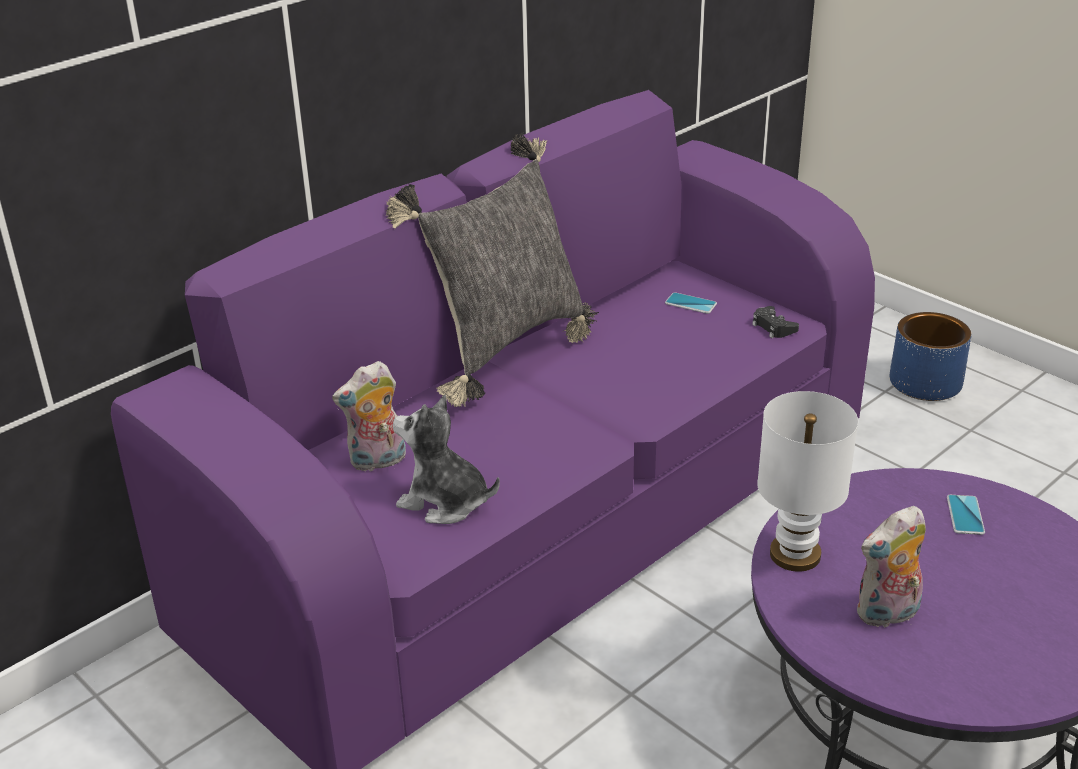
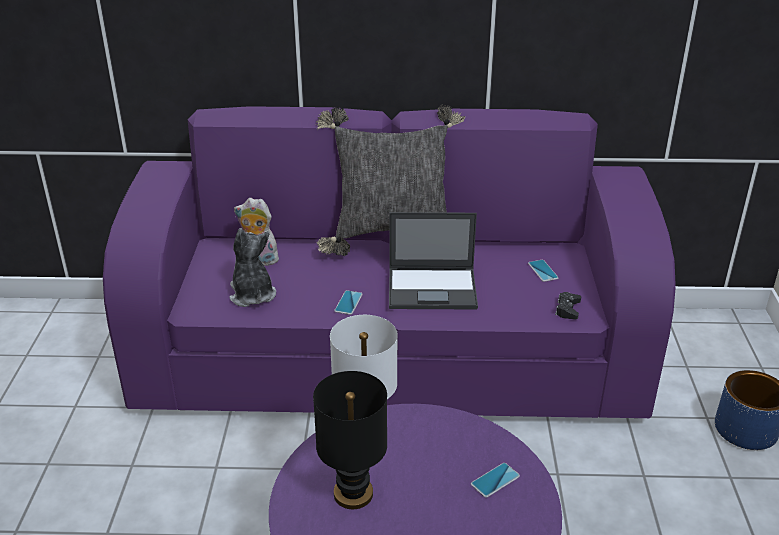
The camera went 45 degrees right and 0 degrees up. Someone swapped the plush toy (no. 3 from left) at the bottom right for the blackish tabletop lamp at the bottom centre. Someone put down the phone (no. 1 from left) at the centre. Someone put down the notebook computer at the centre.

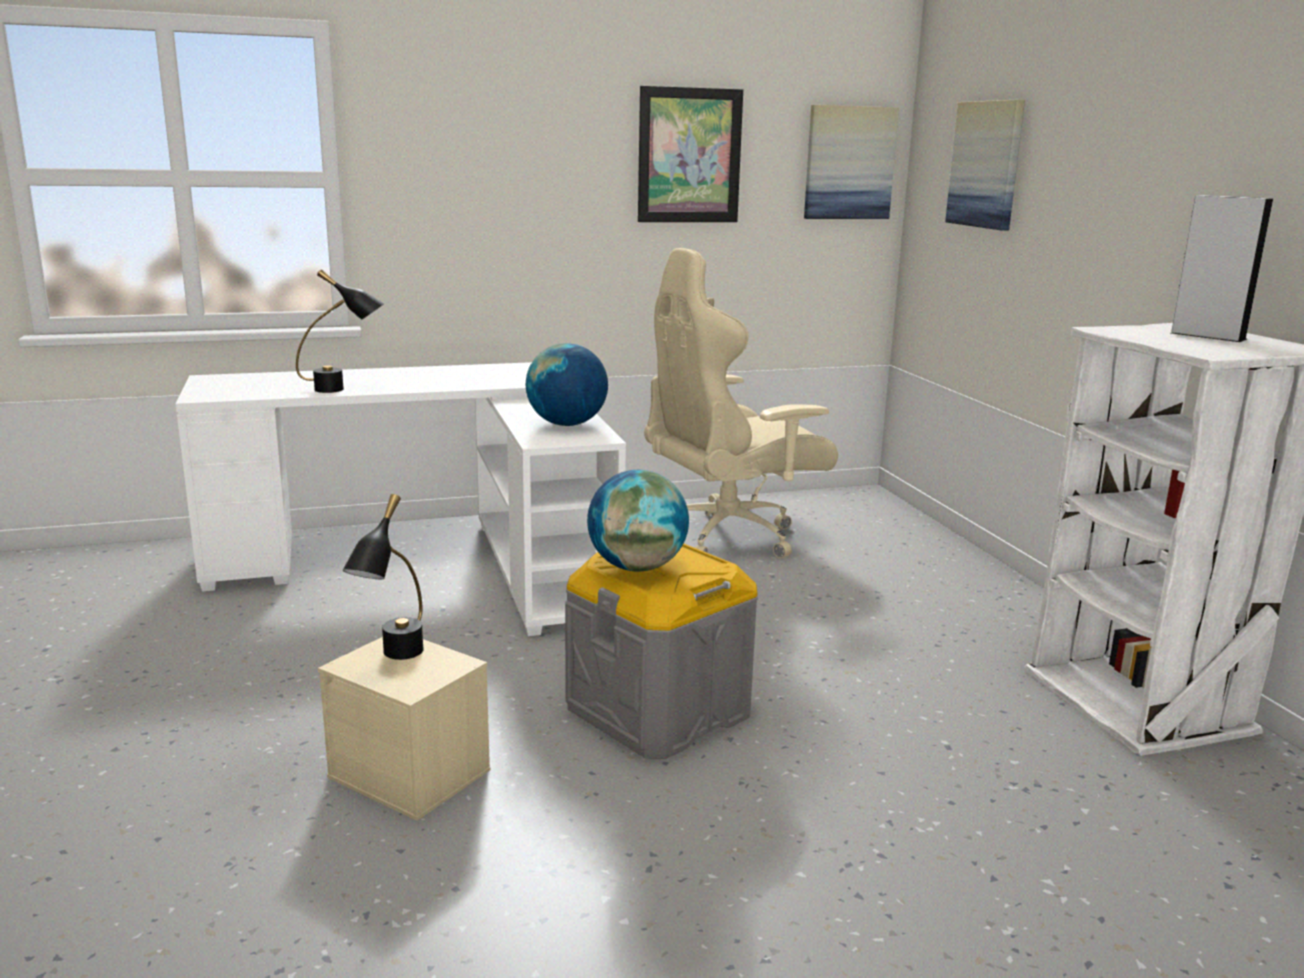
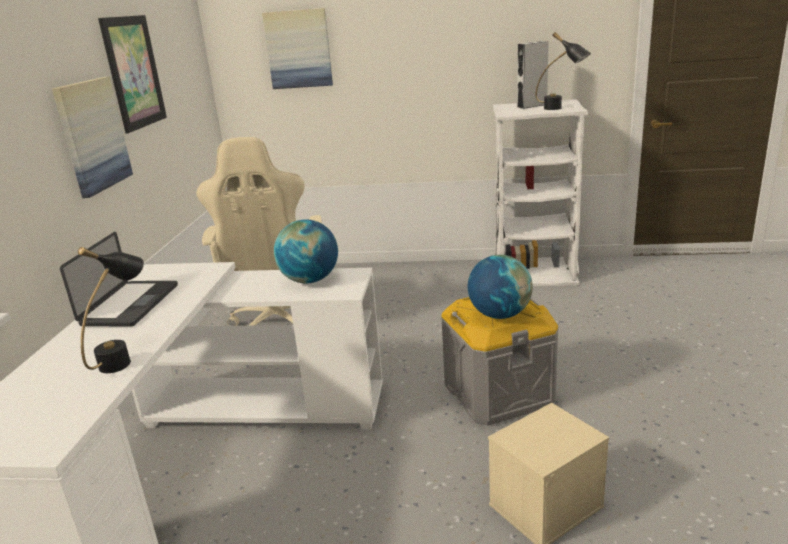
The camera went 65 degrees left and 5 degrees up. Someone carried the blackish tabletop lamp (no. 2 from left) from the middle left to the top right. Someone carried the wall art (no. 2 from left in the first image) from the top centre to the top left. Someone put down the notebook computer at the middle left.

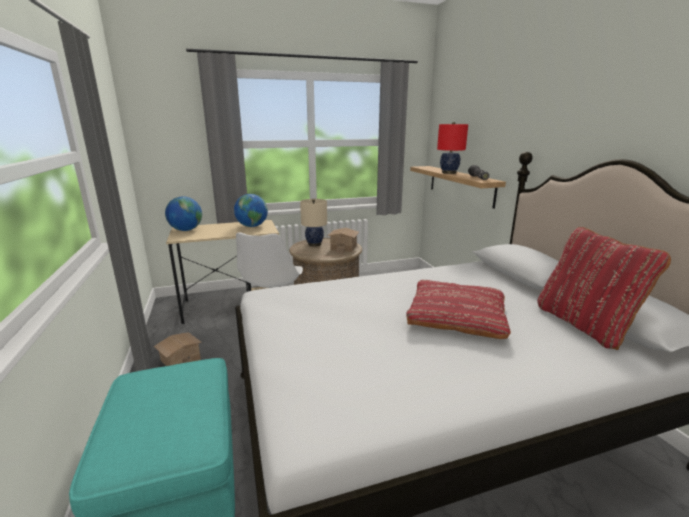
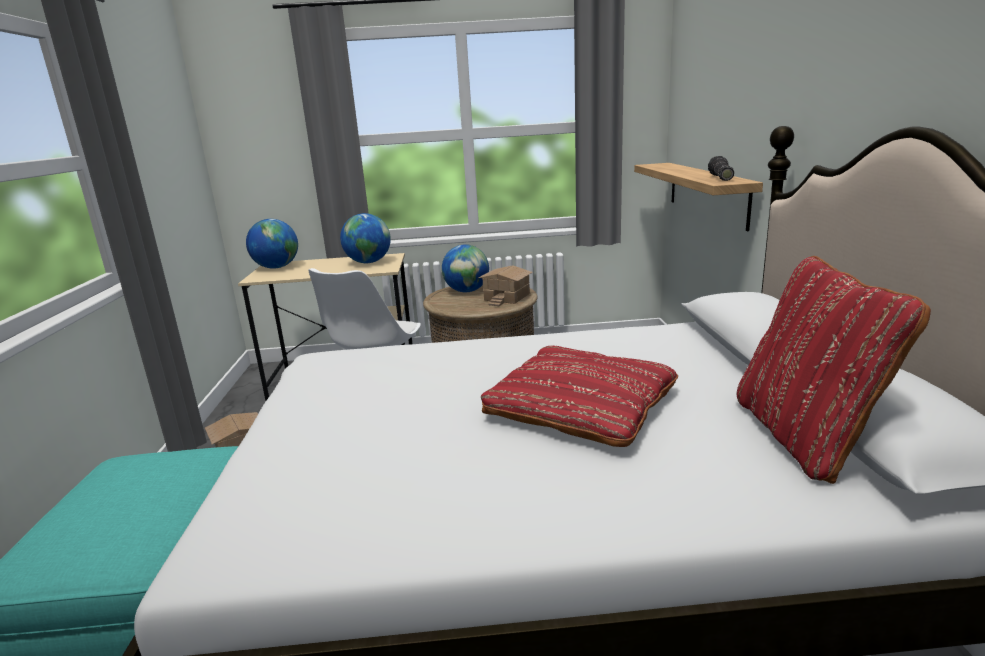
The camera went 15 degrees right and 0 degrees up. Someone swapped the sand-coloured tabletop lamp at the centre for the desk globe (no. 3 from left) at the centre. Someone took away the red tabletop lamp at the top centre.

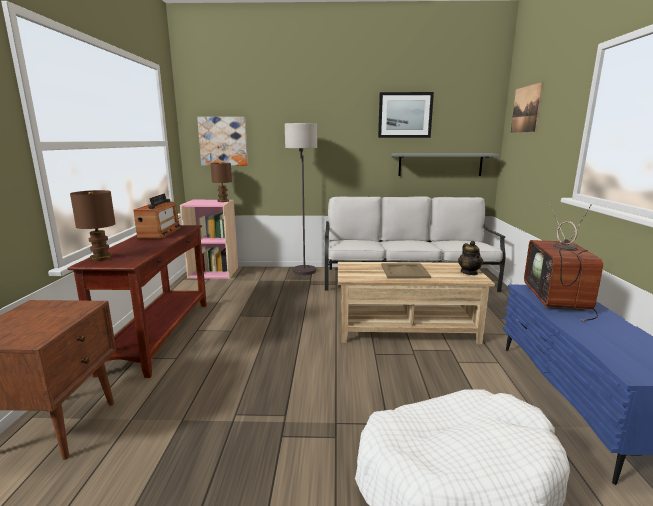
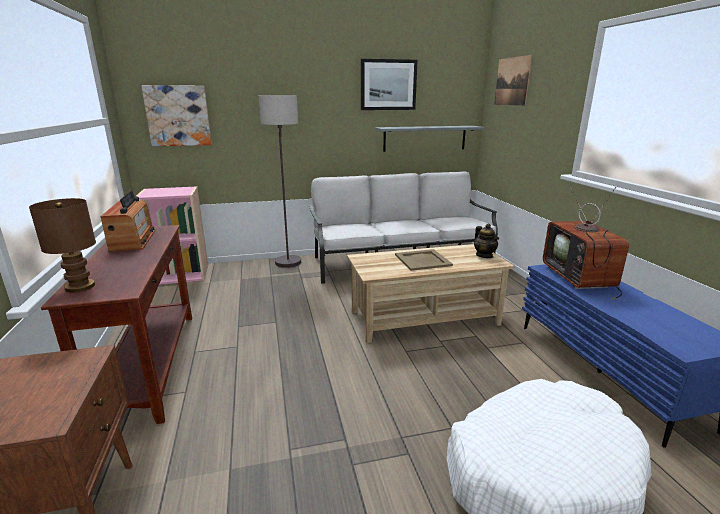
The camera went 15 degrees left and 5 degrees up. Someone took away the brown tabletop lamp (no. 2 from left) at the centre.

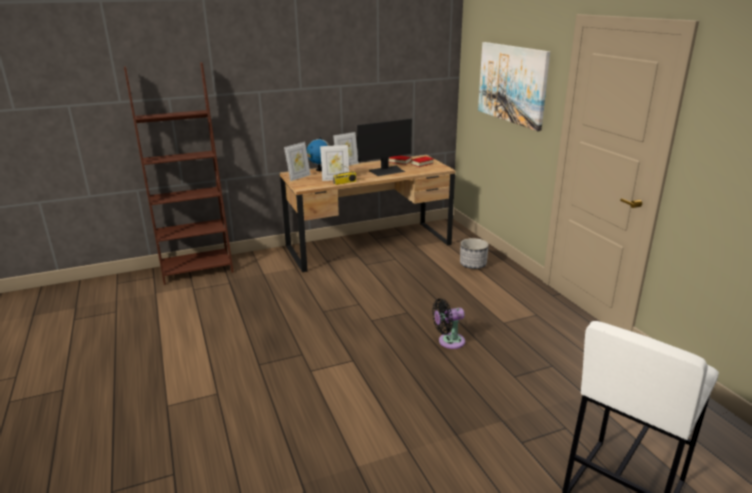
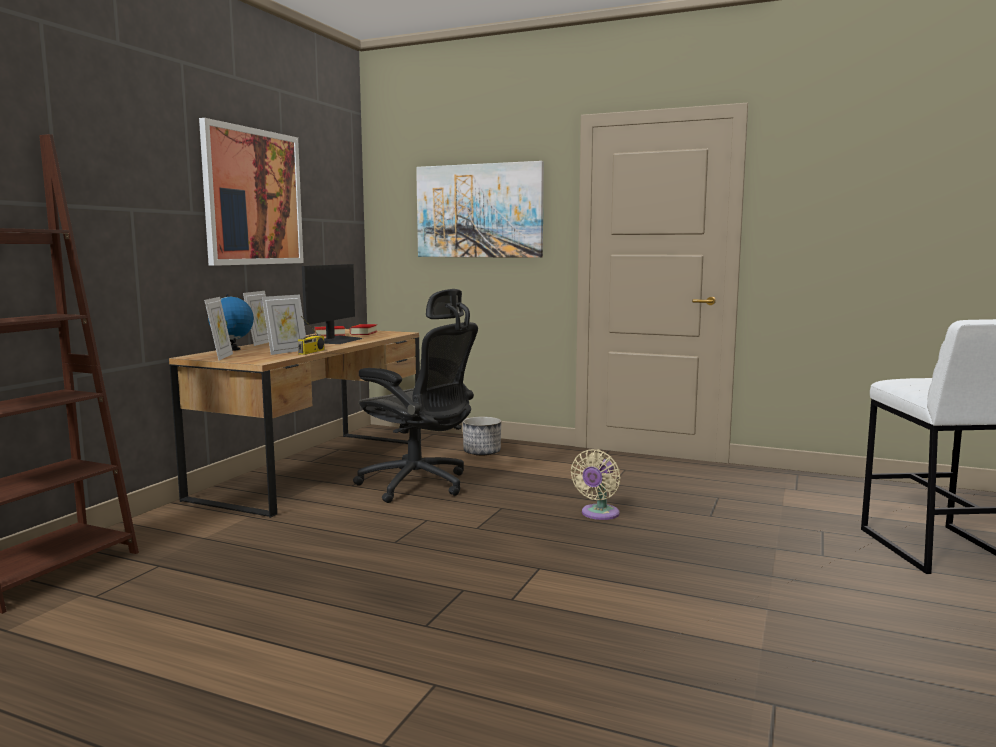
The camera went 45 degrees left and 15 degrees down. Someone repainted the blackish electric fan at the centre, which became the sand-coloured electric fan at the centre. Someone put up the wall art (no. 1 from left) at the top left. Someone put down the office chair at the centre.

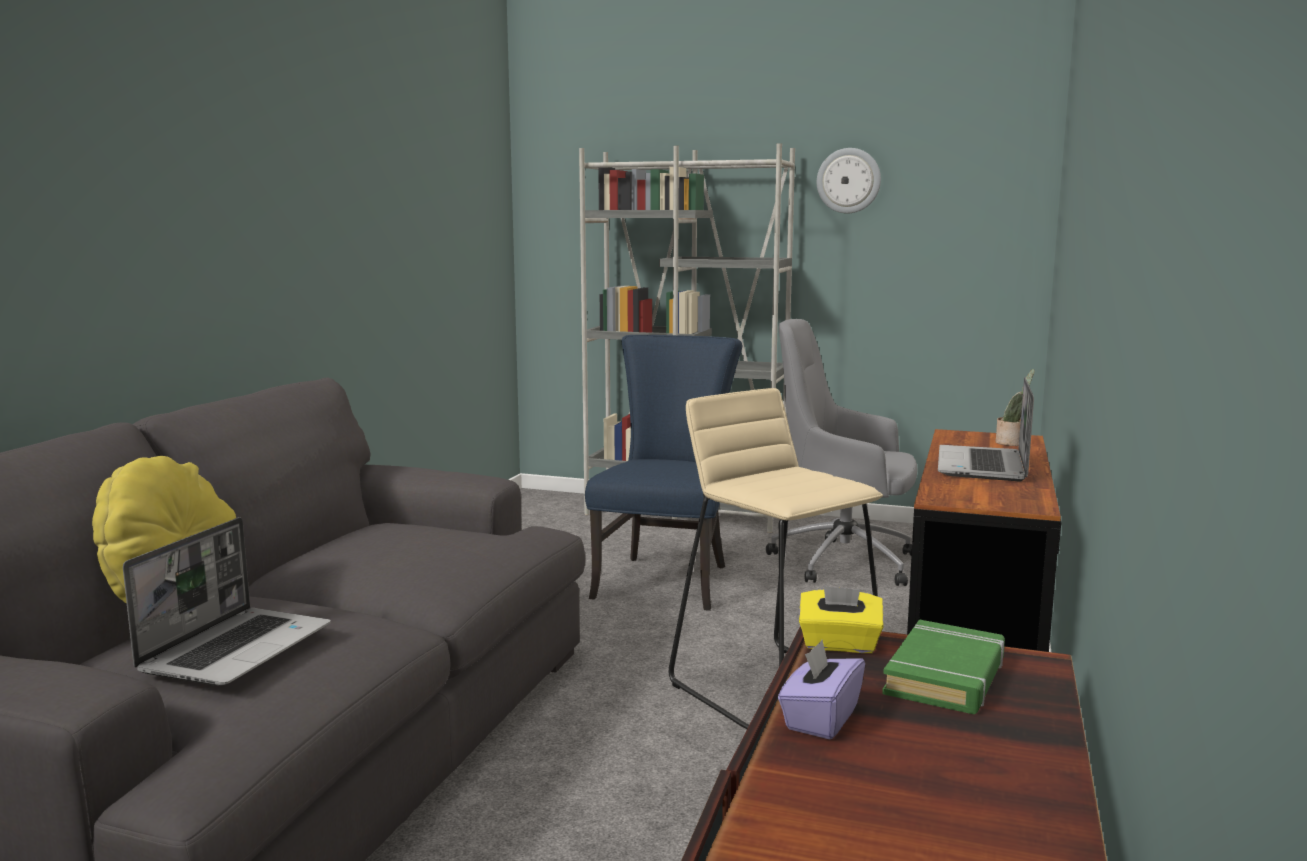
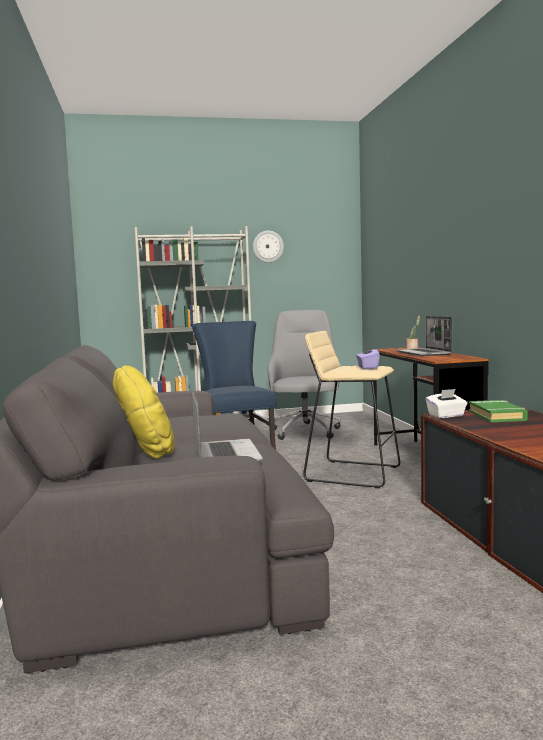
The camera went 30 degrees left and 5 degrees down. Someone rotated the greyish office chair at the centre by 105 degrees clockwise. Someone carried the purple tissue box from the bottom centre to the middle right. Someone repainted the yellow tissue box at the bottom centre, which became the whitish tissue box at the middle right.

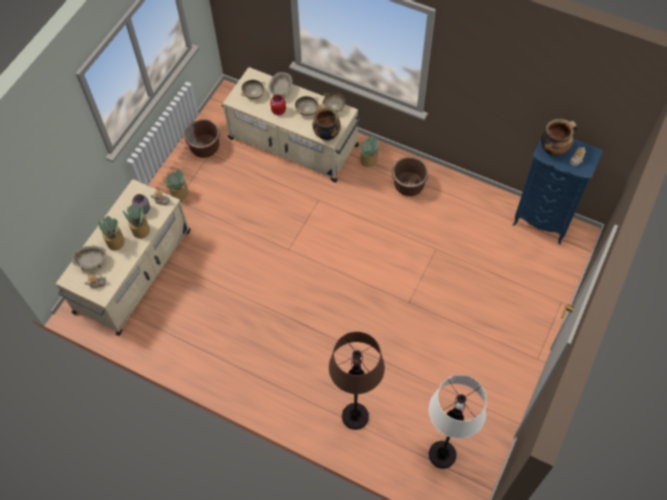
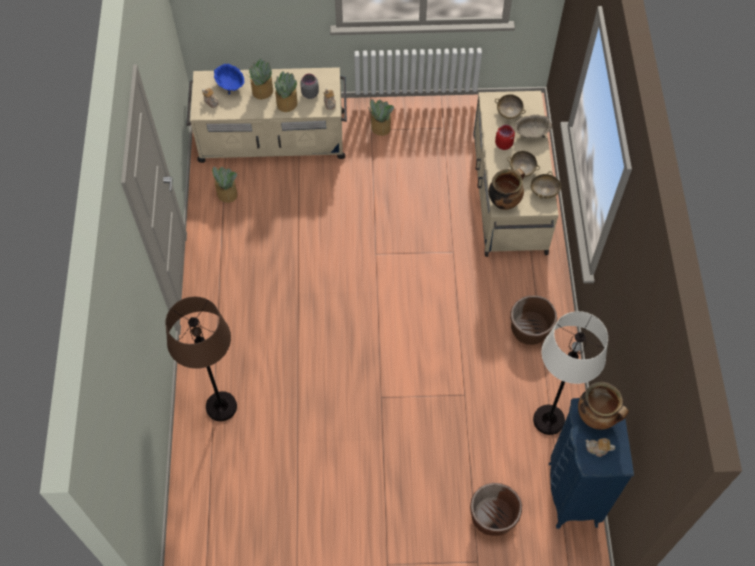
The camera went 60 degrees right and 0 degrees up. Someone repainted the sand-coloured bowl (no. 1 from left) at the middle left, which became the bluish bowl at the top left. Someone carried the brown plant pot (no. 1 from left) from the top left to the bottom centre. Someone carried the houseplant (no. 4 from left in the first image) from the top centre to the top left. Someone carried the whitish floor lamp from the bottom right to the middle right.

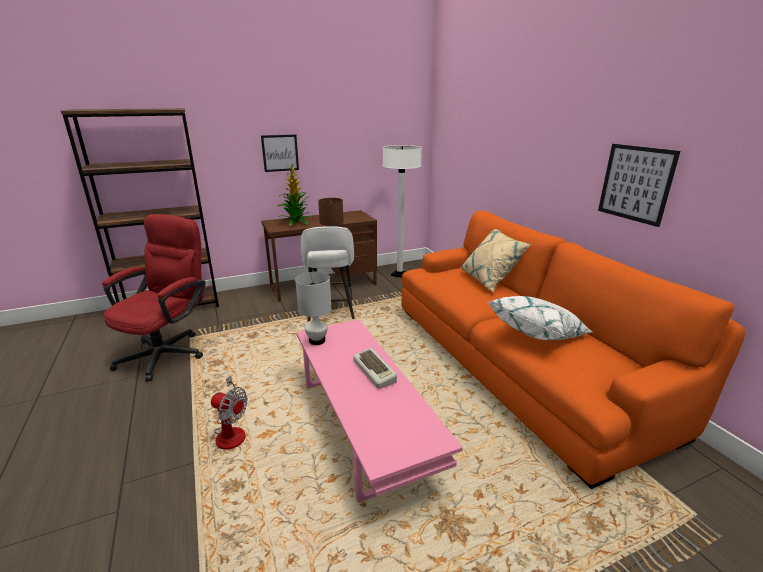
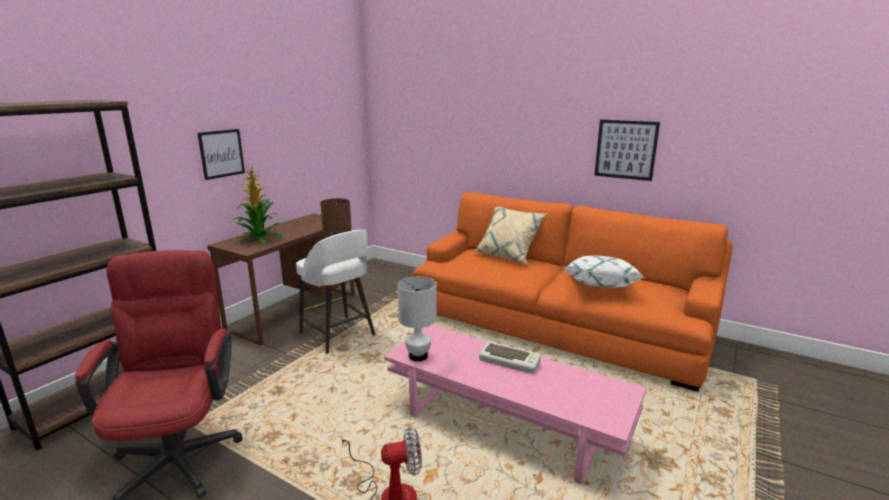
The camera went 35 degrees left and 5 degrees down. Someone took away the whitish floor lamp at the centre.

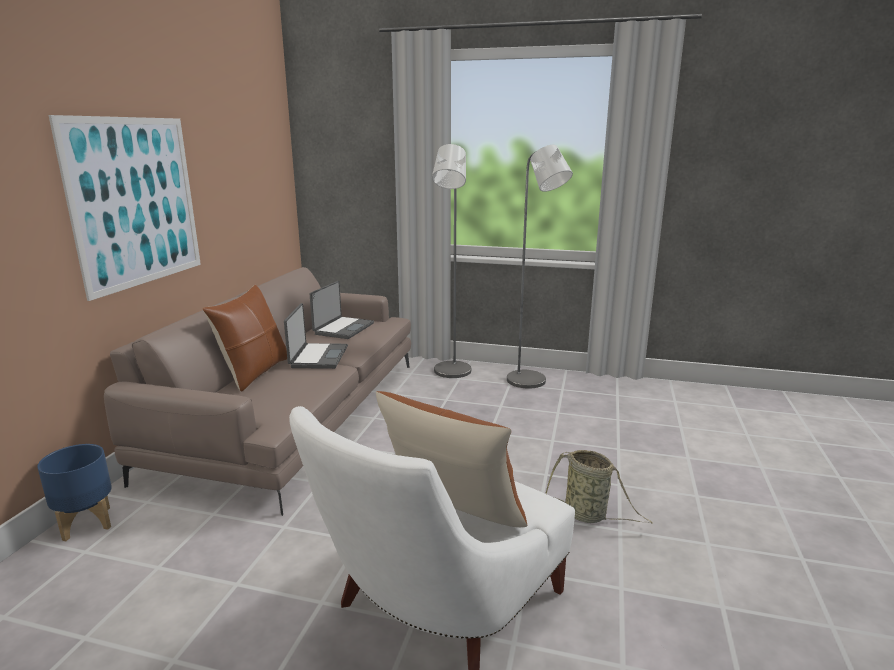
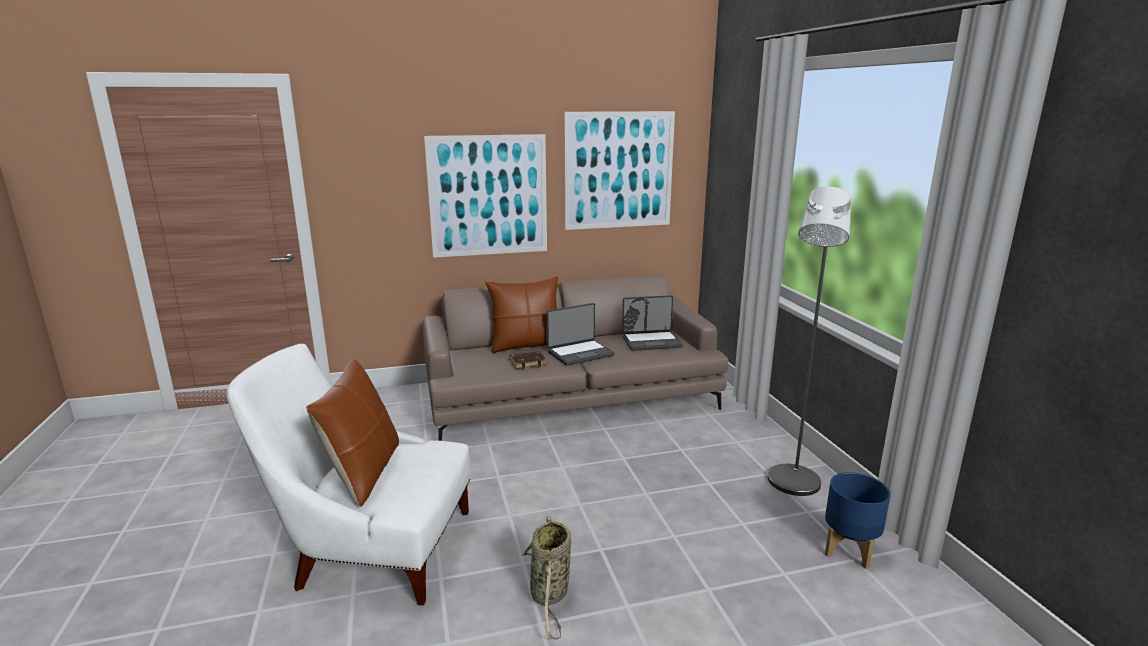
The camera went 60 degrees right and 0 degrees up. Someone carried the bluish plant pot from the bottom left to the bottom right. Someone took away the greyish floor lamp (no. 1 from left) at the centre. Someone put down the brown bound book at the centre. Someone put up the wall art (no. 2 from left) at the top centre.

